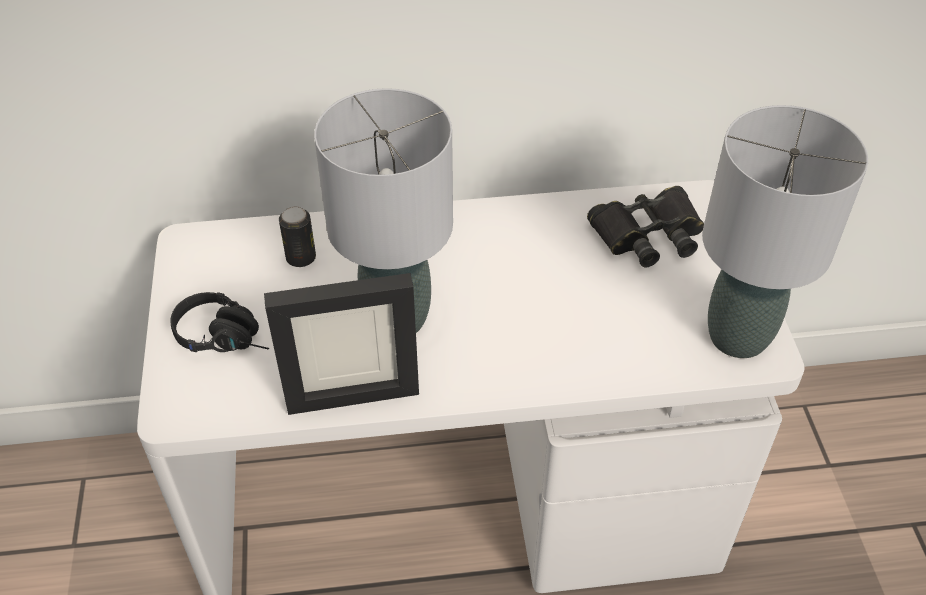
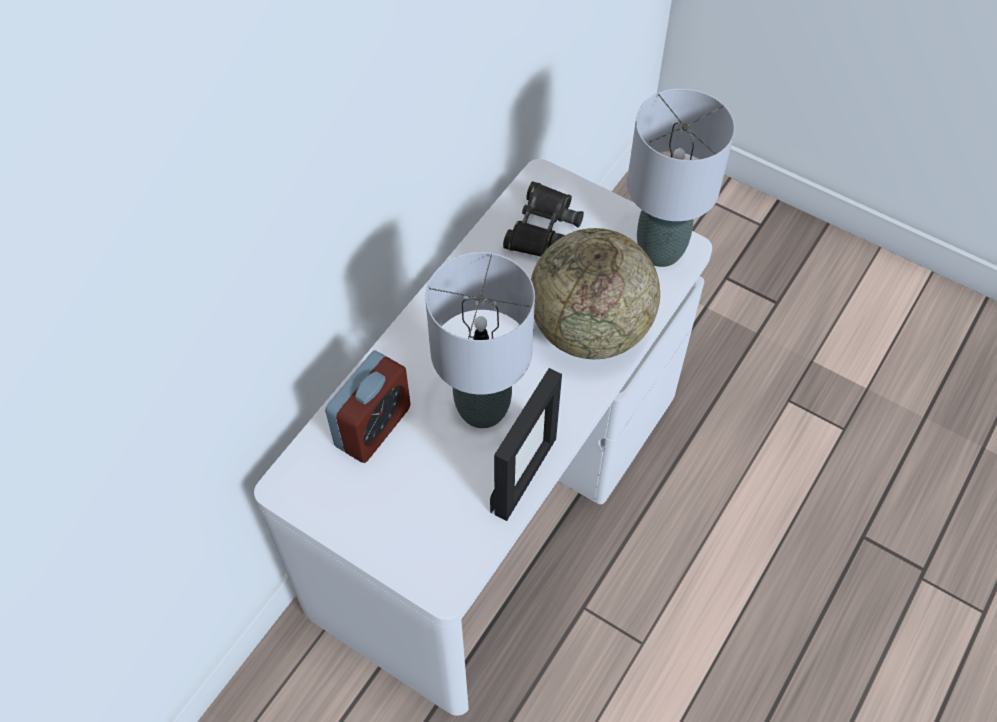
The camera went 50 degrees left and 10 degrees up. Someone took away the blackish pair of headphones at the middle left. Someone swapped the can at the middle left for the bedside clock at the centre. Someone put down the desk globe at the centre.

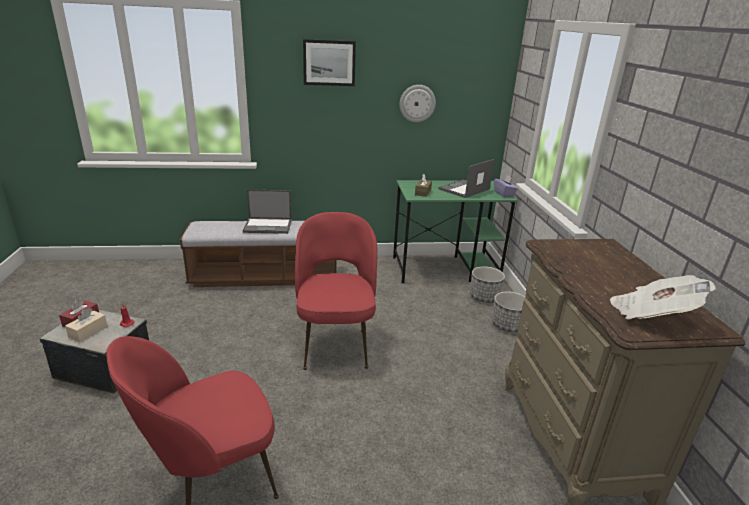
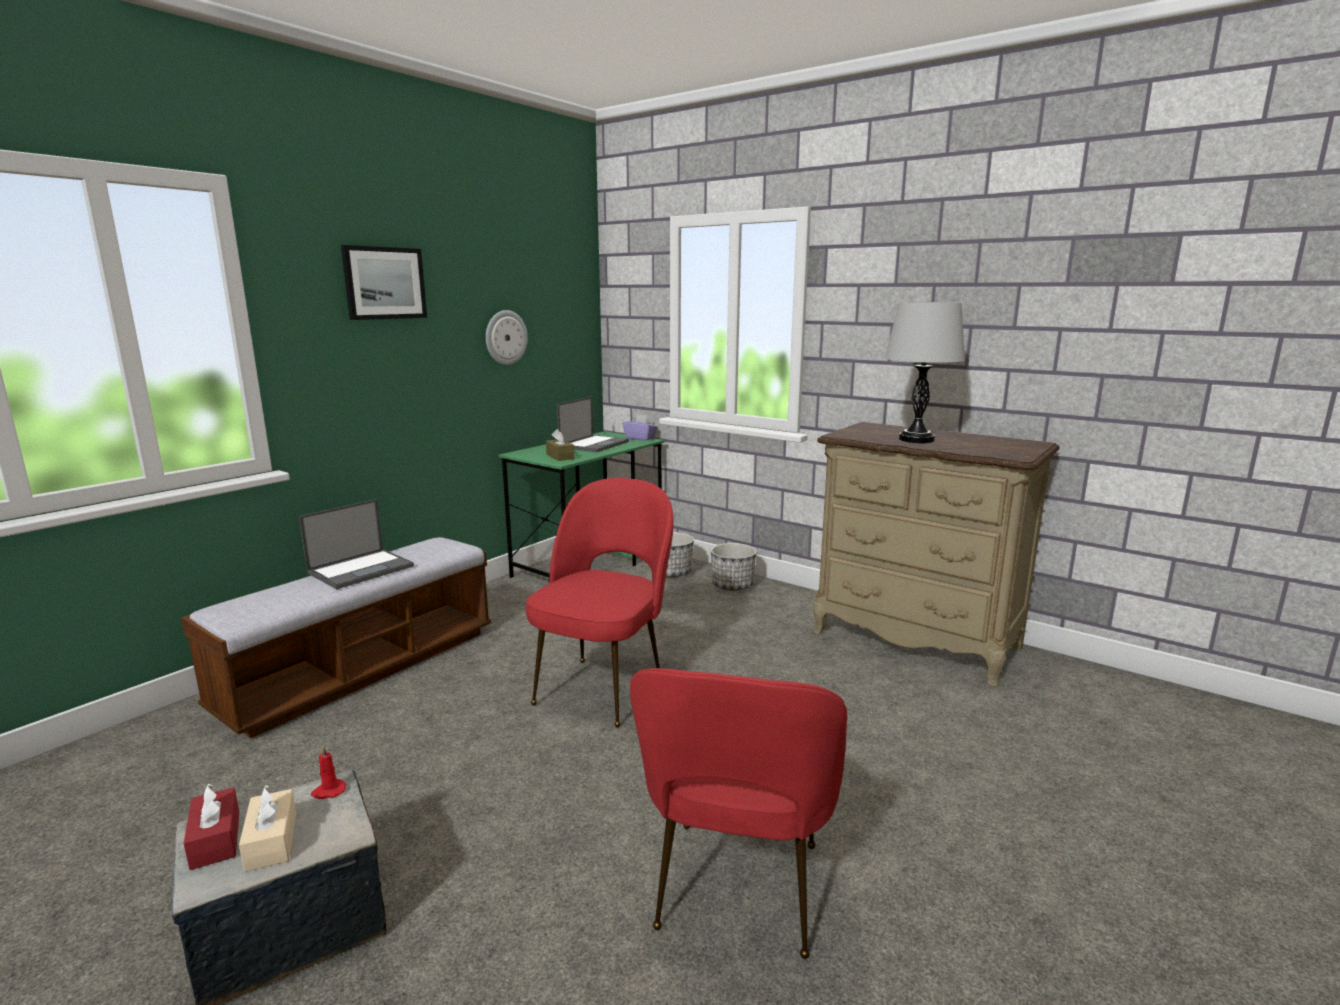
The camera went 45 degrees left and 10 degrees down. Someone rotated the red upright chair (no. 2 from left in the first image) at the centre by 75 degrees clockwise. Someone rotated the notebook computer (no. 2 from left) at the centre by 150 degrees counterclockwise. Someone took away the newspaper at the middle right. Someone put down the greyish tabletop lamp at the middle right.

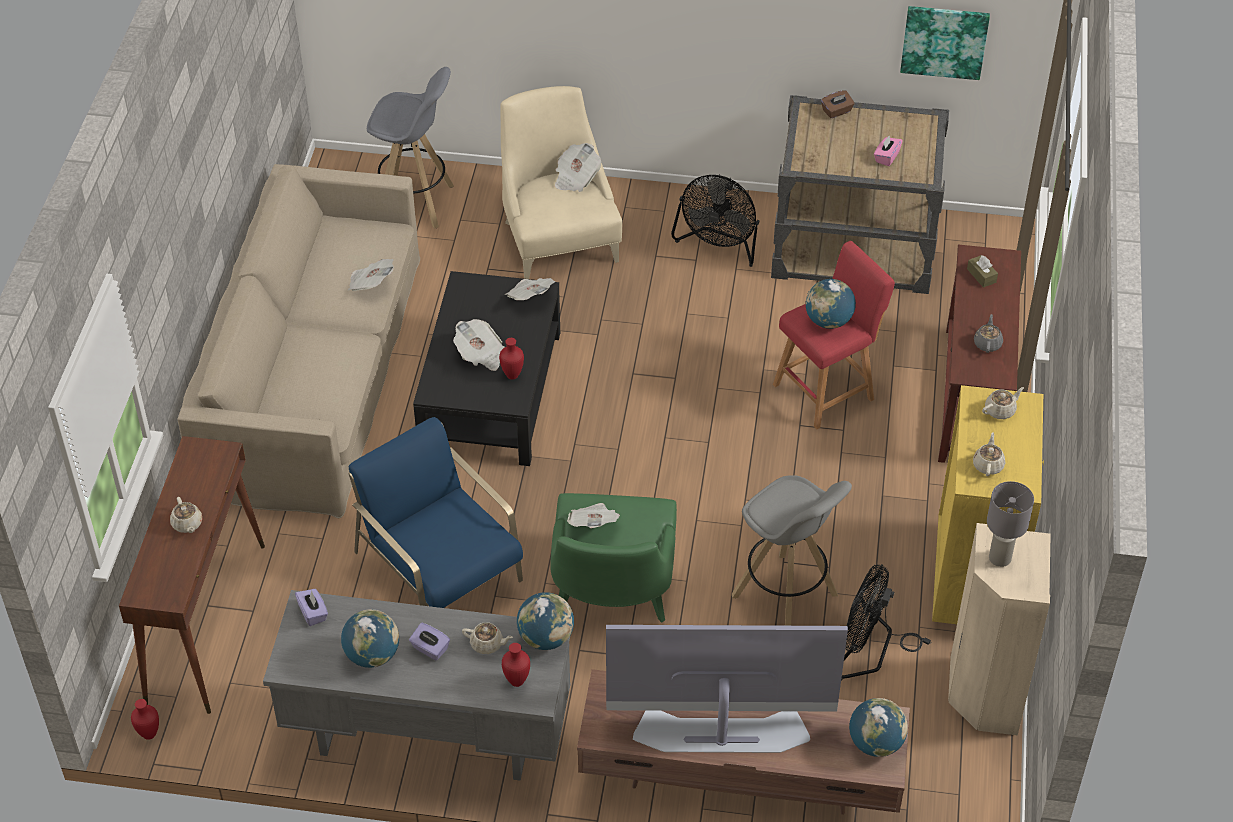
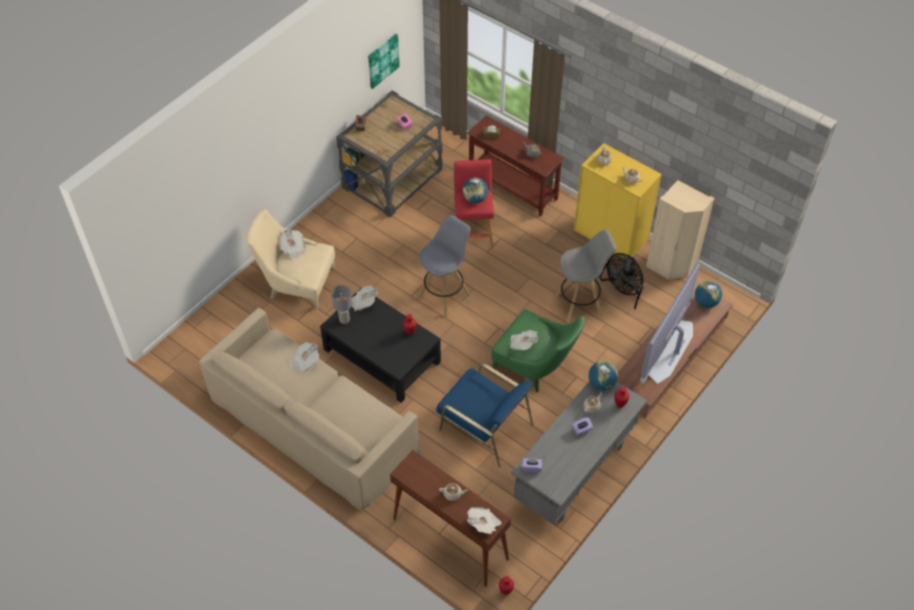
The camera went 60 degrees left and 5 degrees up. Someone took away the desk globe (no. 1 from left) at the bottom left. Someone rotated the bluish easy chair at the centre by 135 degrees counterclockwise. Someone carried the greyish stool seat (no. 1 from left) from the top left to the centre. Someone carried the newspaper (no. 2 from left in the first image) from the centre to the bottom centre. Someone took away the blackish electric fan (no. 1 from left) at the top centre. Someone carried the greyish tabletop lamp from the middle right to the centre.

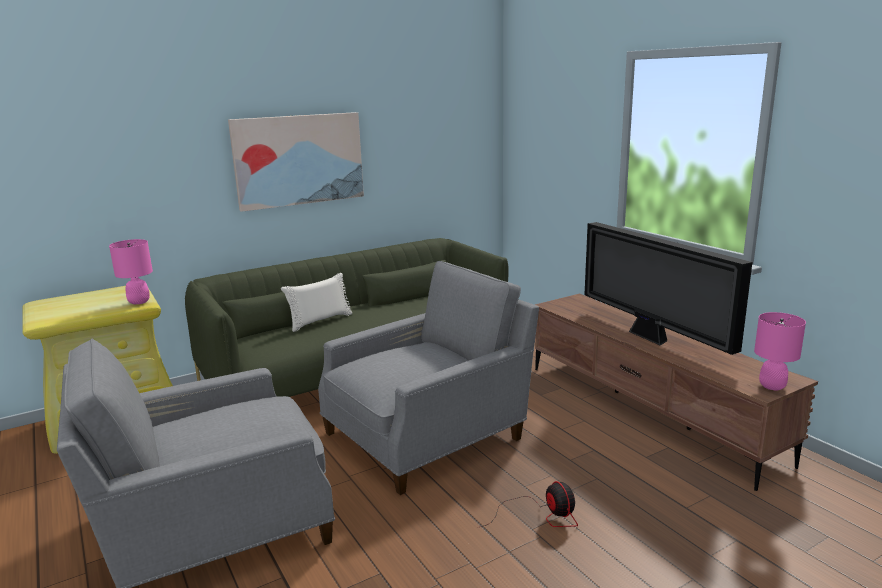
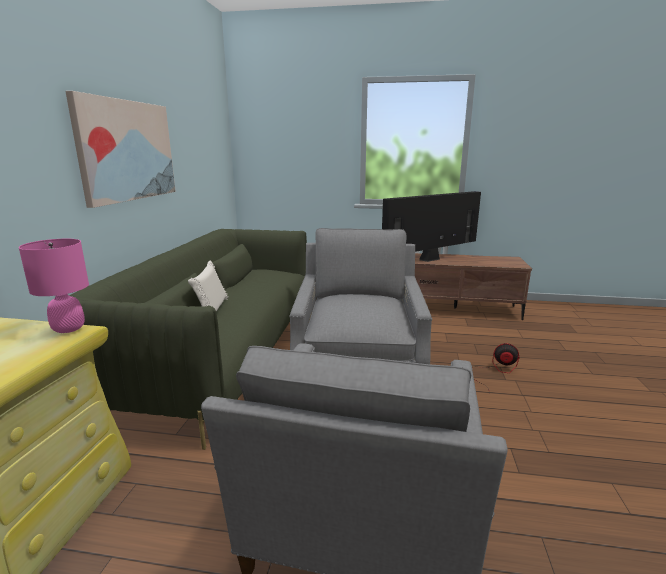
The camera went 50 degrees left and 0 degrees up. Someone rotated the TV set at the middle right by 135 degrees clockwise. Someone took away the pinkish tabletop lamp (no. 2 from left) at the middle right.

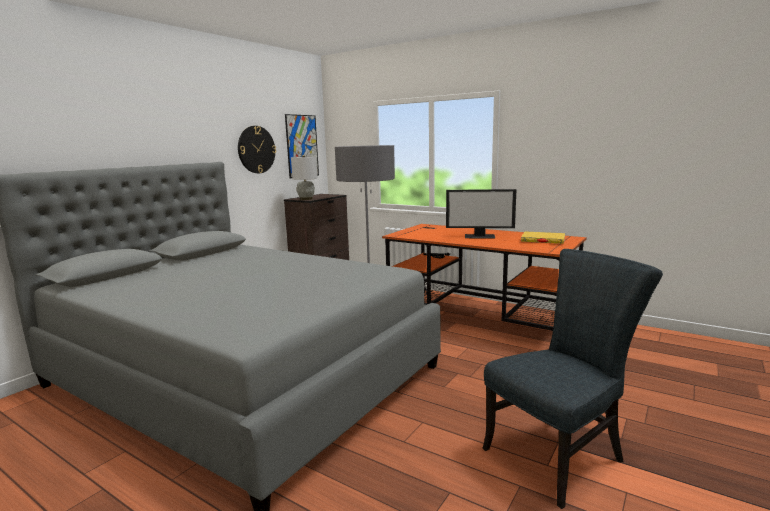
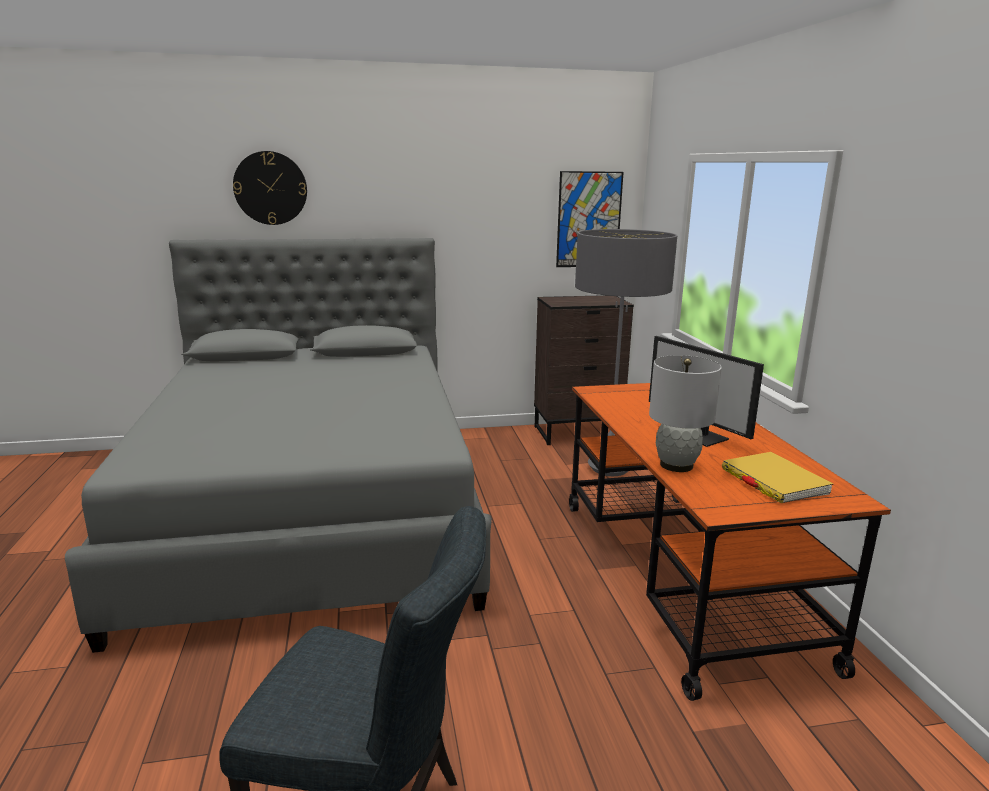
The camera went 45 degrees right and 5 degrees up. Someone carried the wall clock from the top centre to the top left. Someone carried the whitish tabletop lamp from the centre to the middle right.

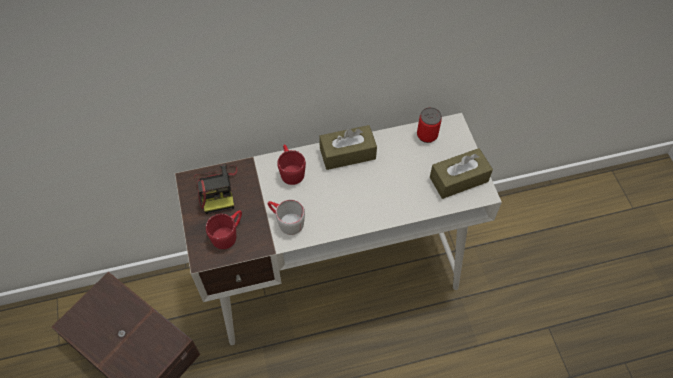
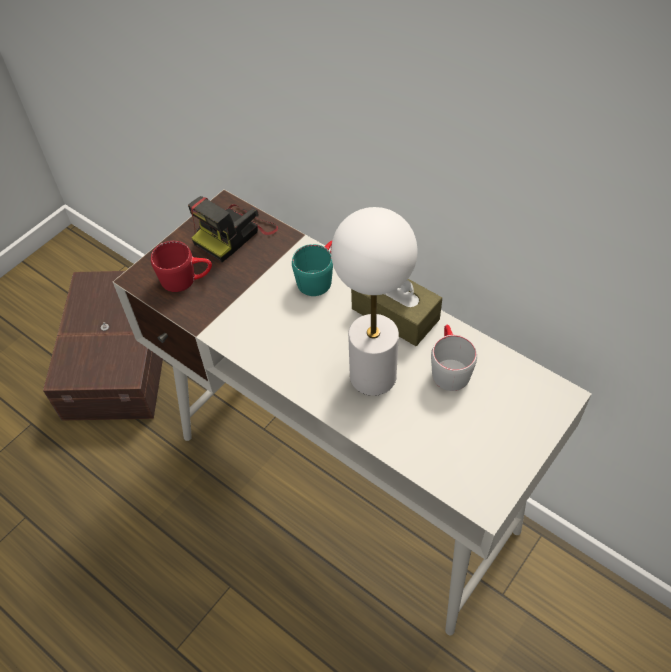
The camera went 55 degrees right and 5 degrees down. Someone carried the greyish mug from the centre to the middle right. Someone repainted the red mug (no. 2 from left) at the centre, which became the blue-green mug at the centre. Someone took away the can at the top centre. Someone took away the brown tissue box (no. 2 from left) at the middle right. Someone put down the whitish tabletop lamp at the centre.

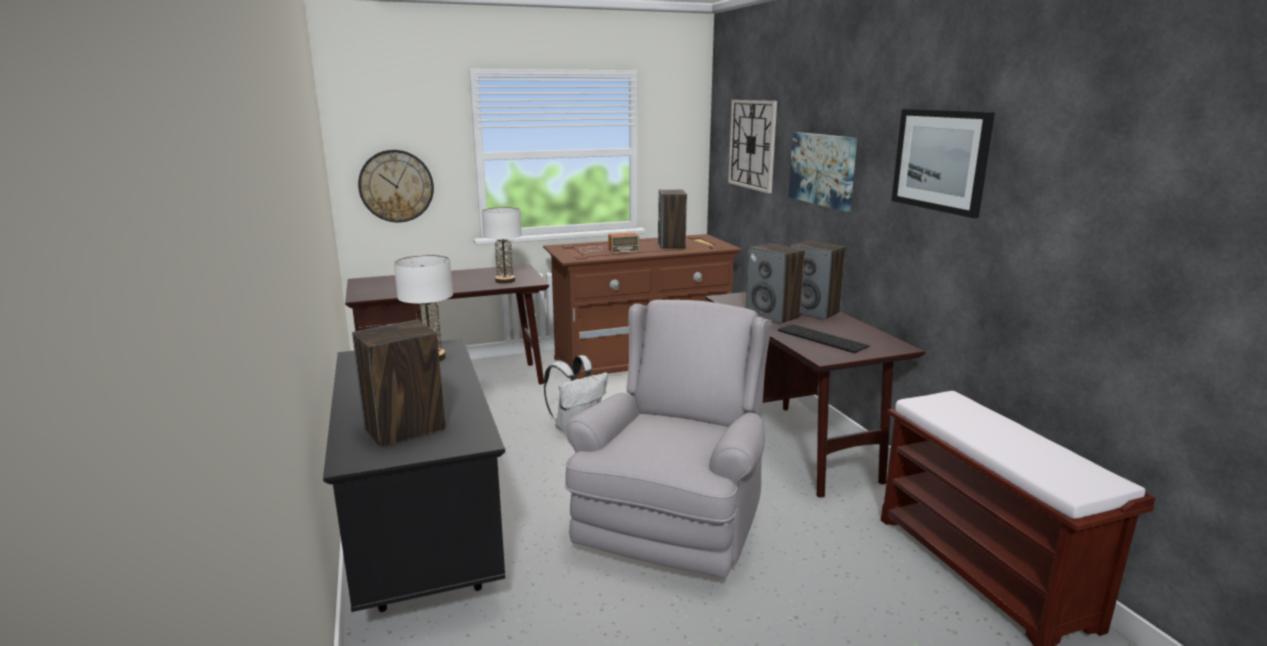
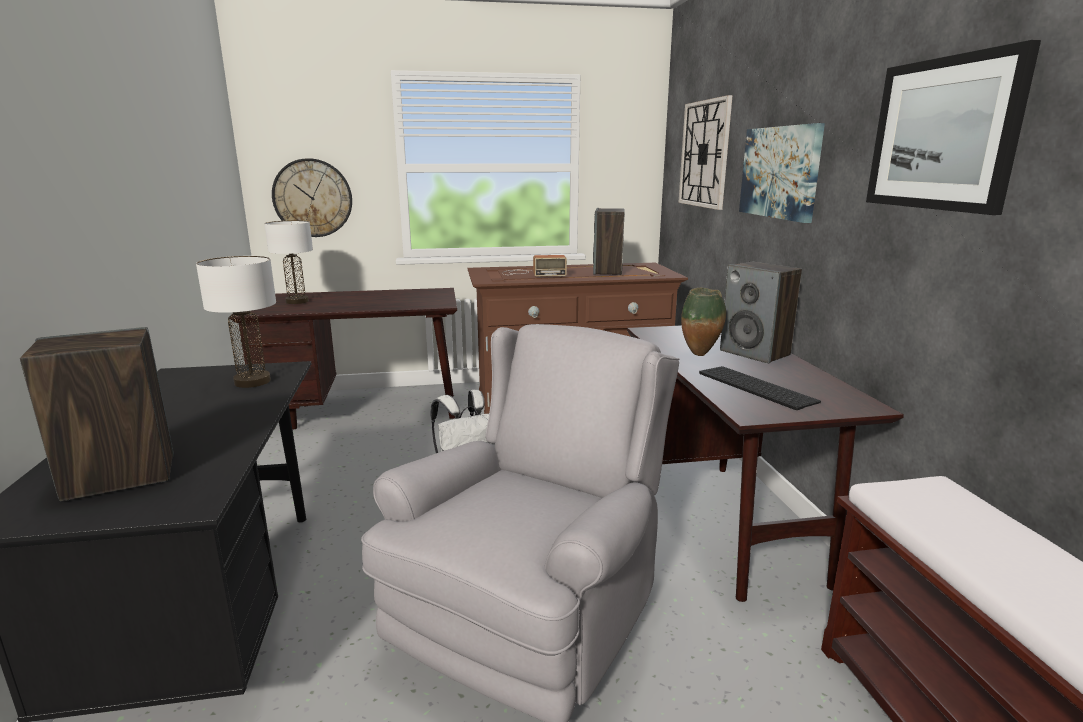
The camera went 10 degrees right and 0 degrees up. Someone carried the tabletop lamp (no. 2 from left) from the centre to the middle left. Someone swapped the speaker (no. 3 from left) at the centre for the vase at the centre.

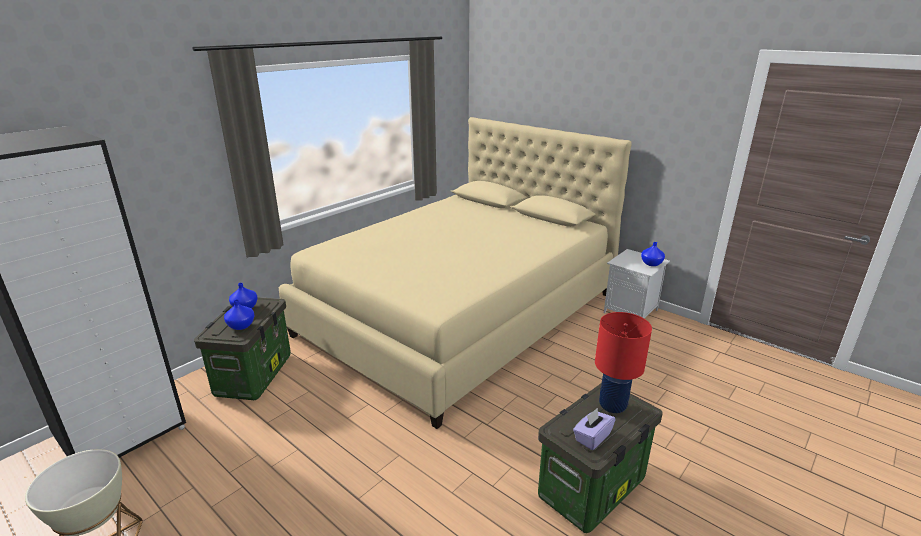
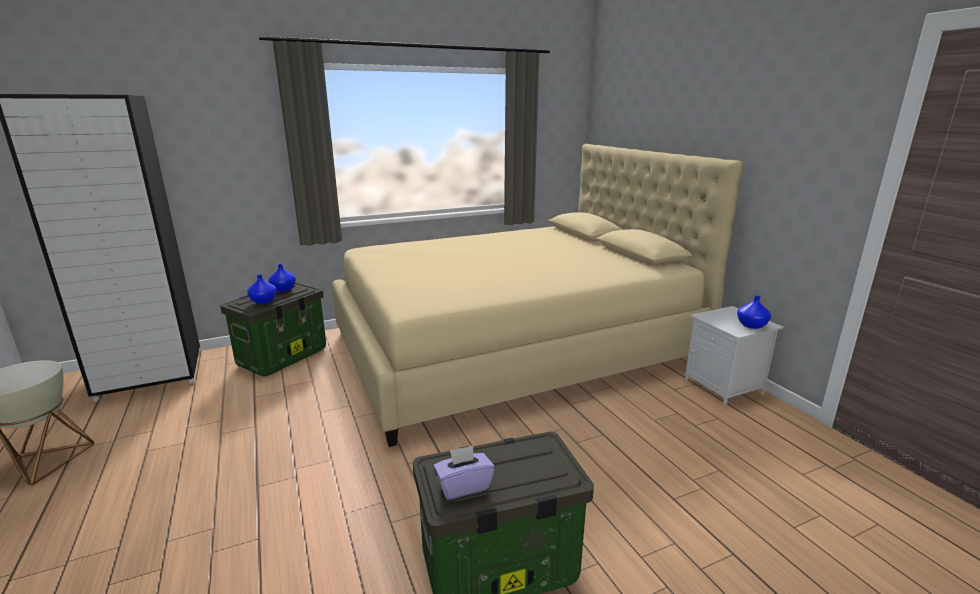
The camera went 25 degrees right and 5 degrees down. Someone took away the red tabletop lamp at the bottom right.

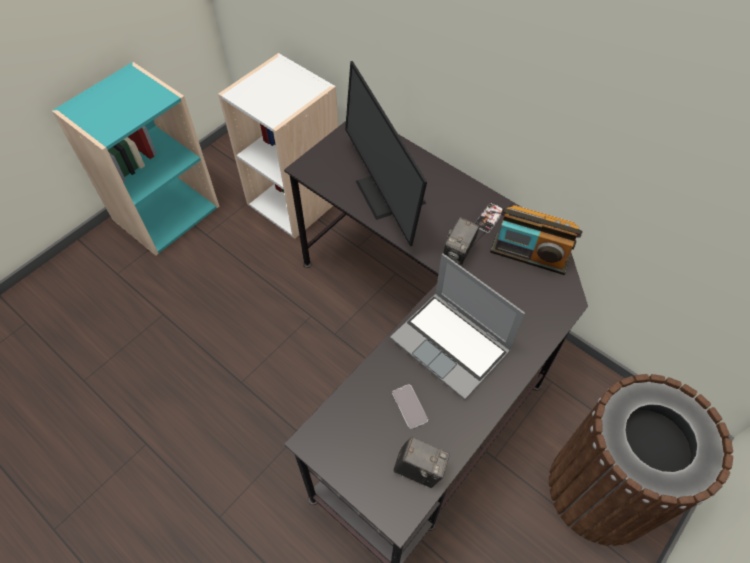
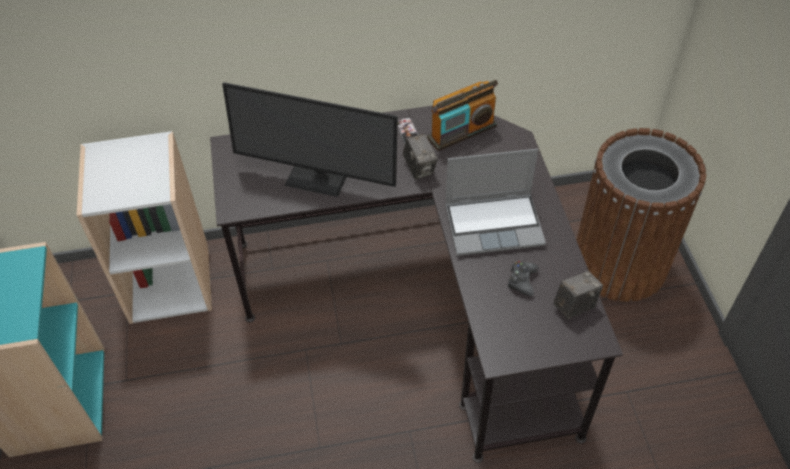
The camera went 50 degrees left and 5 degrees down. Someone swapped the phone (no. 1 from left) at the bottom centre for the blackish gamepad at the centre.

